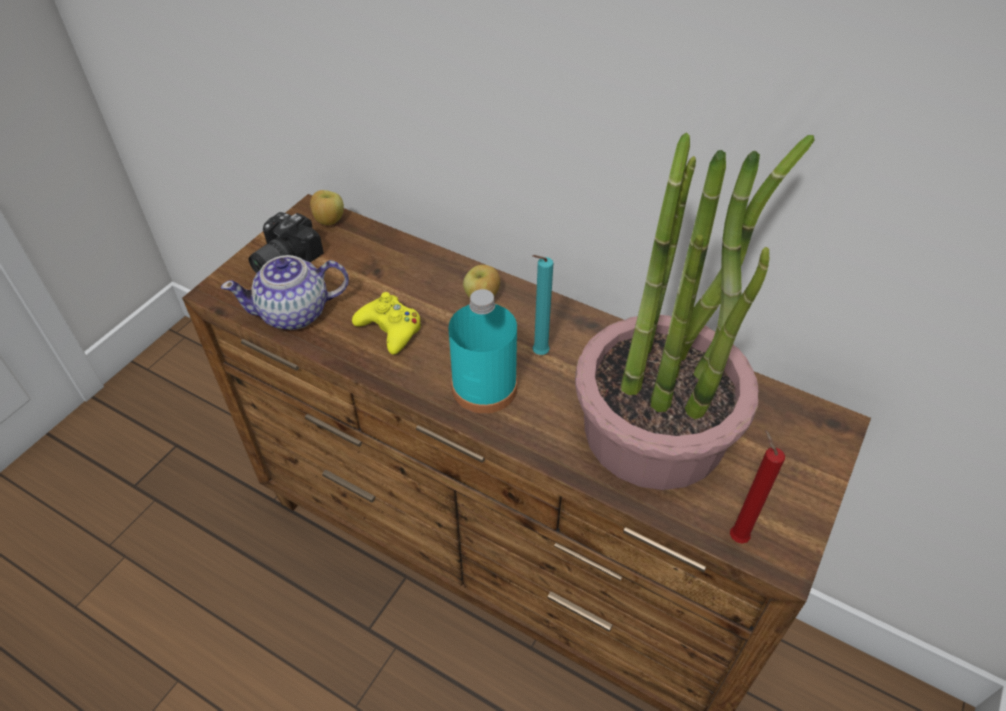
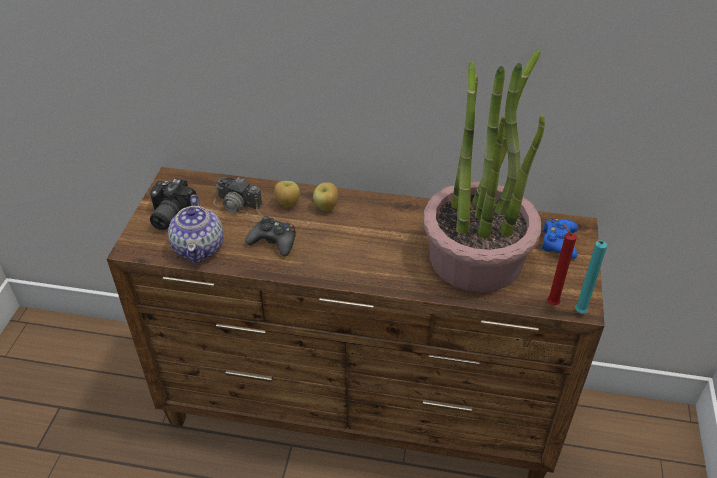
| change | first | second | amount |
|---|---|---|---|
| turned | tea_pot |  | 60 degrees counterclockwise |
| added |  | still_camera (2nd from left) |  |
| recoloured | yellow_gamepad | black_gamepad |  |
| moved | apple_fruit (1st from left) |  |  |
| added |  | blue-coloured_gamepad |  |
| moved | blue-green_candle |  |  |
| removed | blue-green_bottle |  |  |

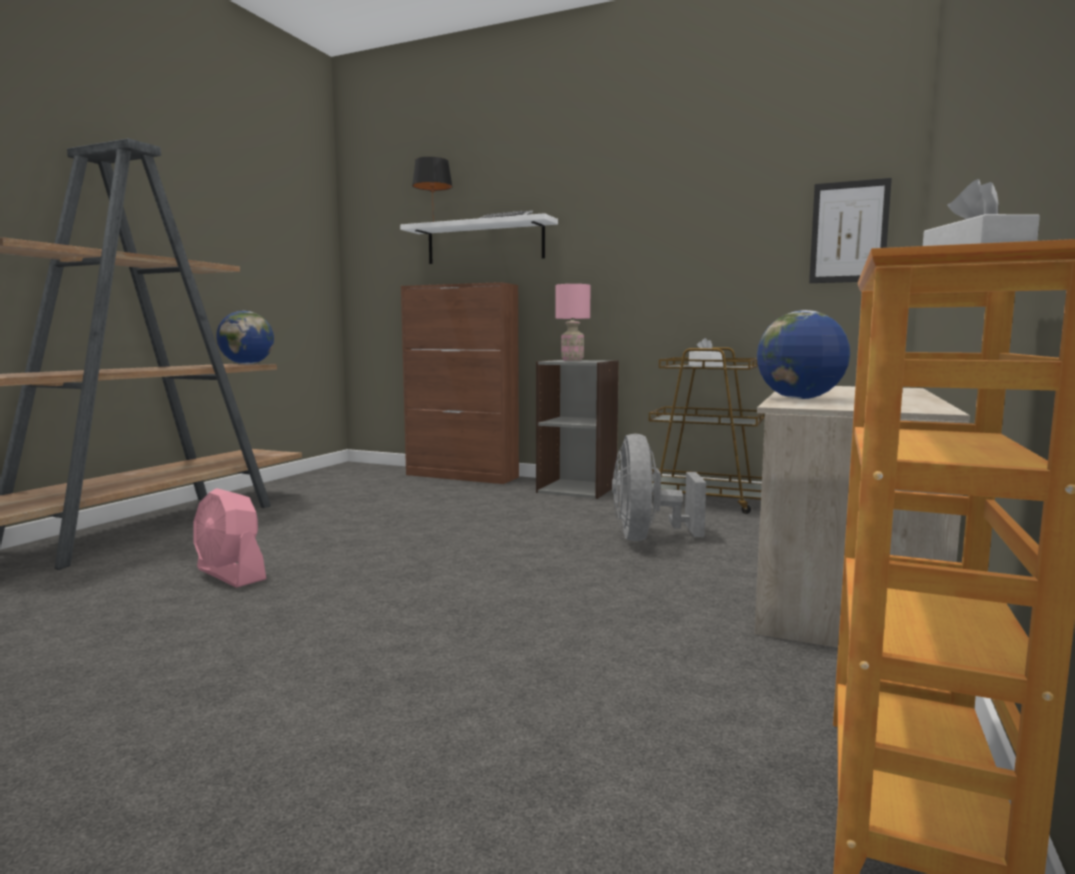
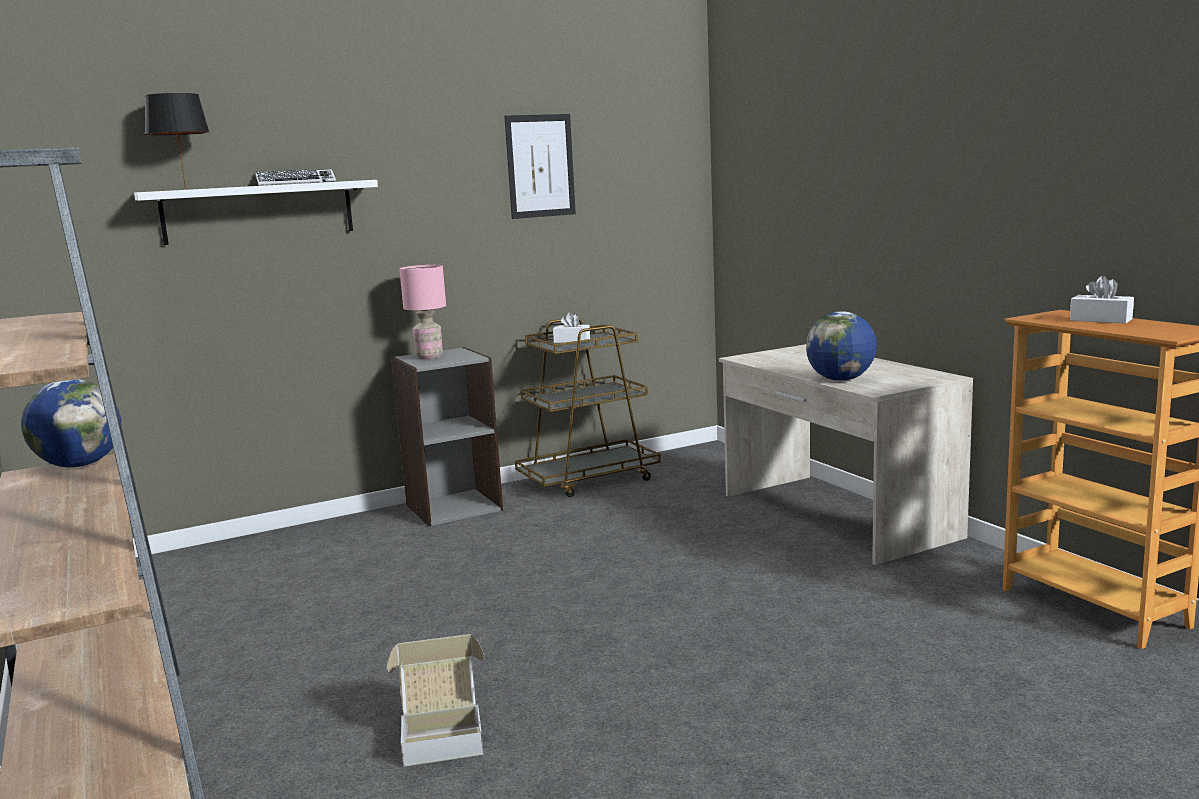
| change | first | second | amount |
|---|---|---|---|
| replaced | pink_cooling_fan | packing_box |  |
| moved | picture |  |  |
| removed | brown_cabinet |  |  |
| removed | gray_cooling_fan |  |  |

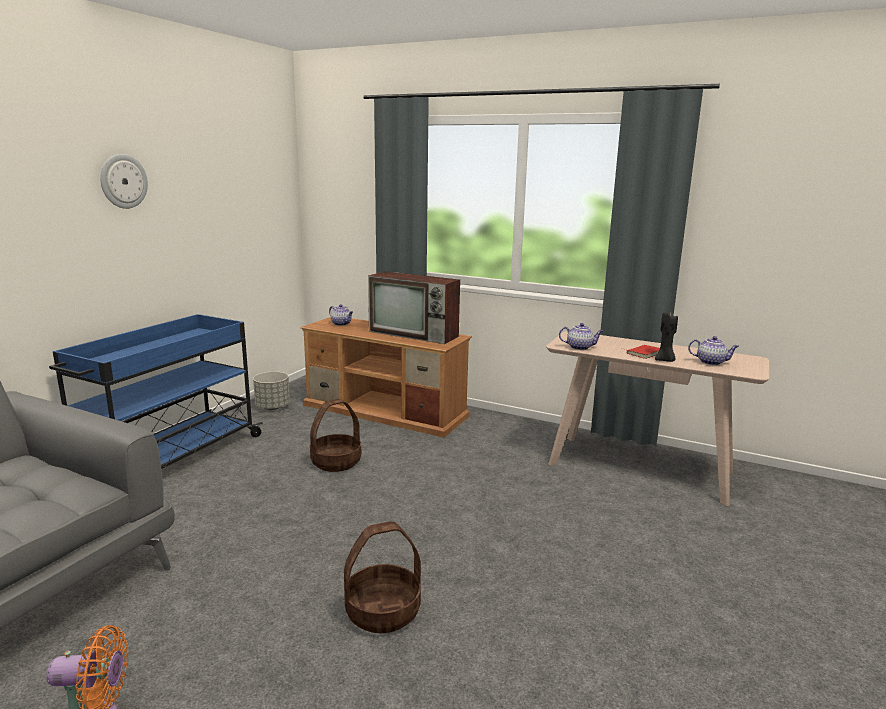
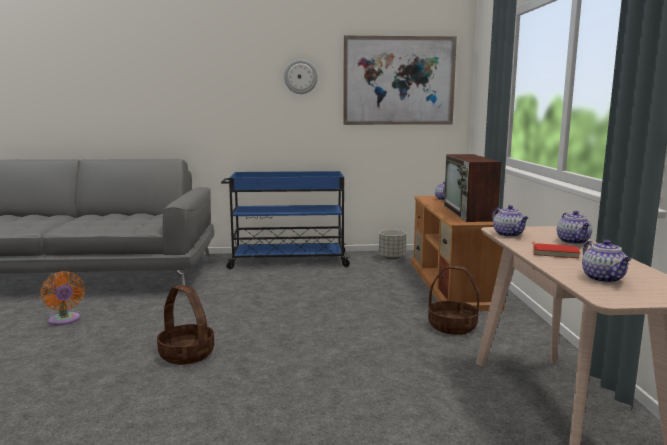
| change | first | second | amount |
|---|---|---|---|
| added |  | picture |  |
| moved | household_basket (1st from left in the first image) | household_basket (2nd from left) |  |
| added |  | tea_pot (3rd from left) |  |
| removed | black_candle |  |  |

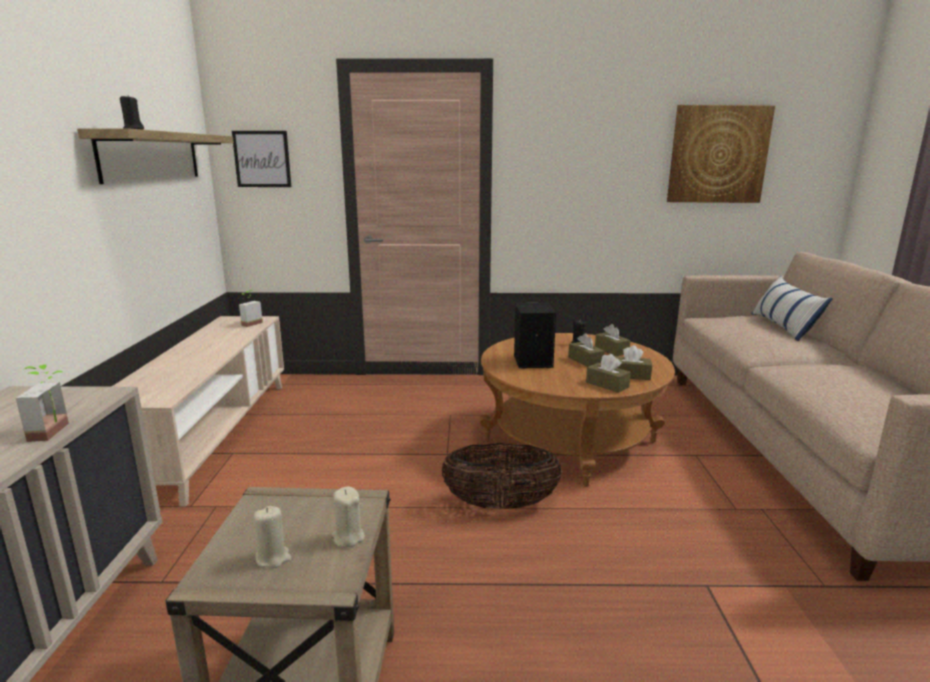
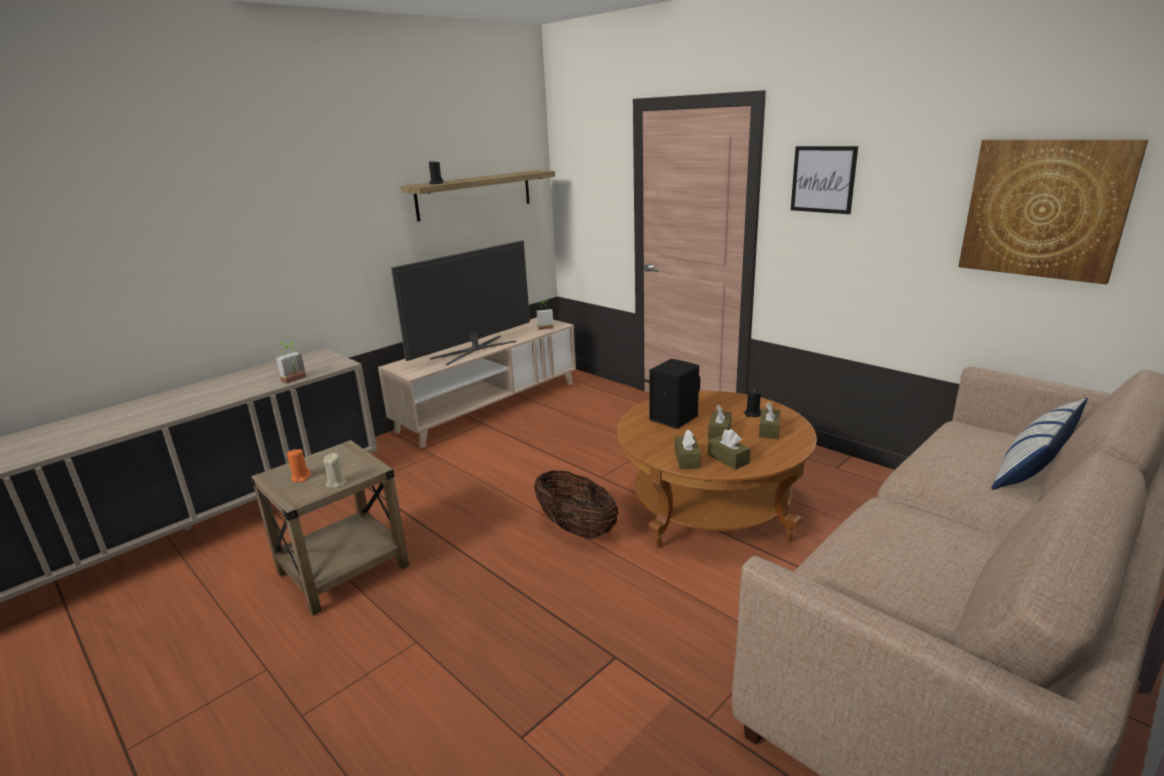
| change | first | second | amount |
|---|---|---|---|
| recoloured | sand-coloured_candle (1st from left) | orange-coloured_candle |  |
| added |  | TV |  |
| moved | picture (1st from left) |  |  |

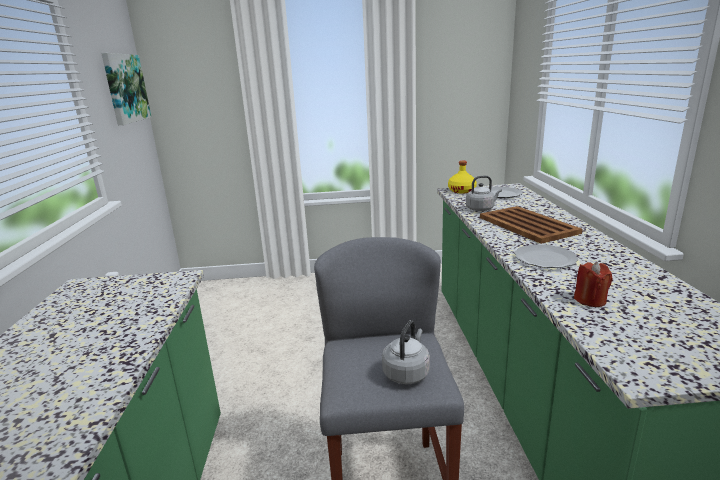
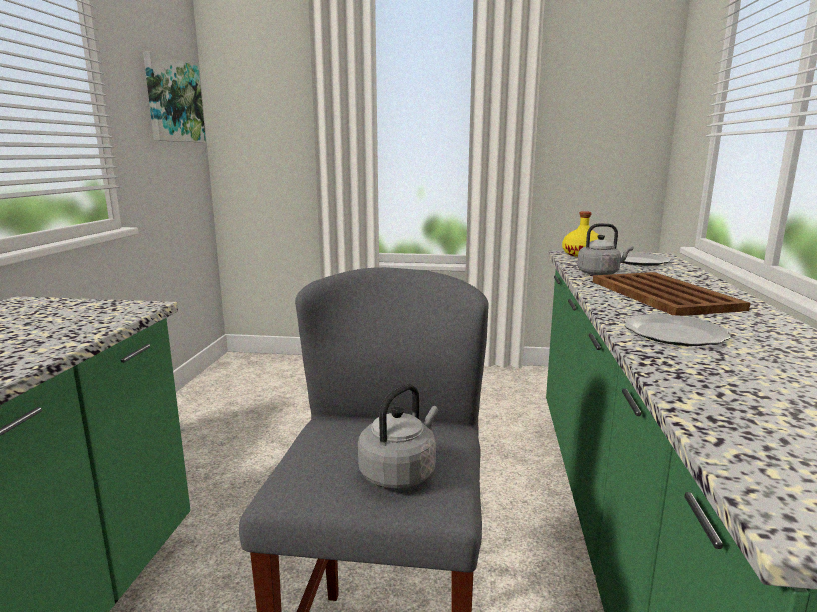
| change | first | second | amount |
|---|---|---|---|
| removed | red-coloured_candle |  |  |

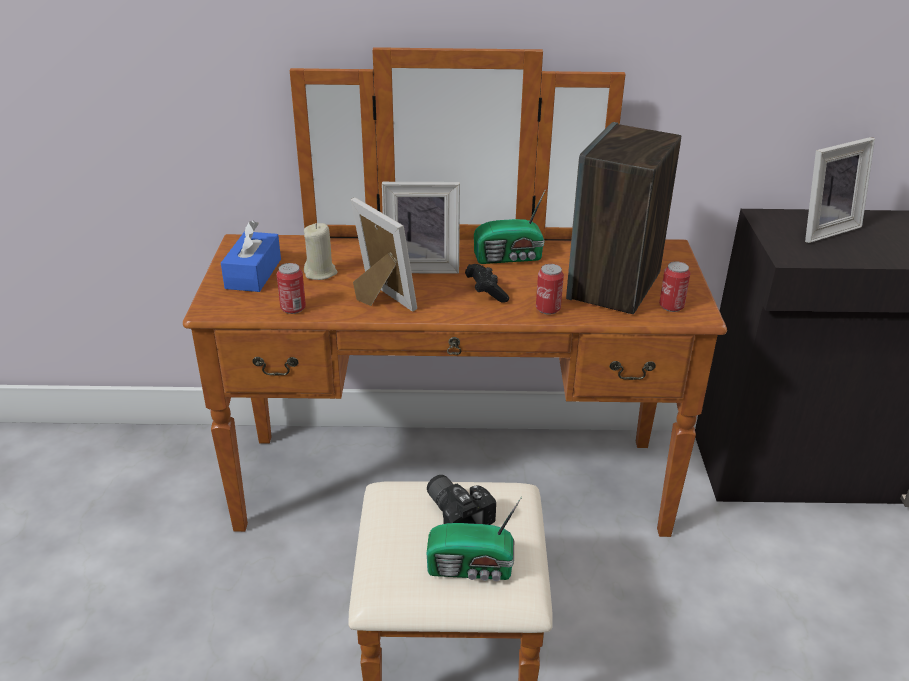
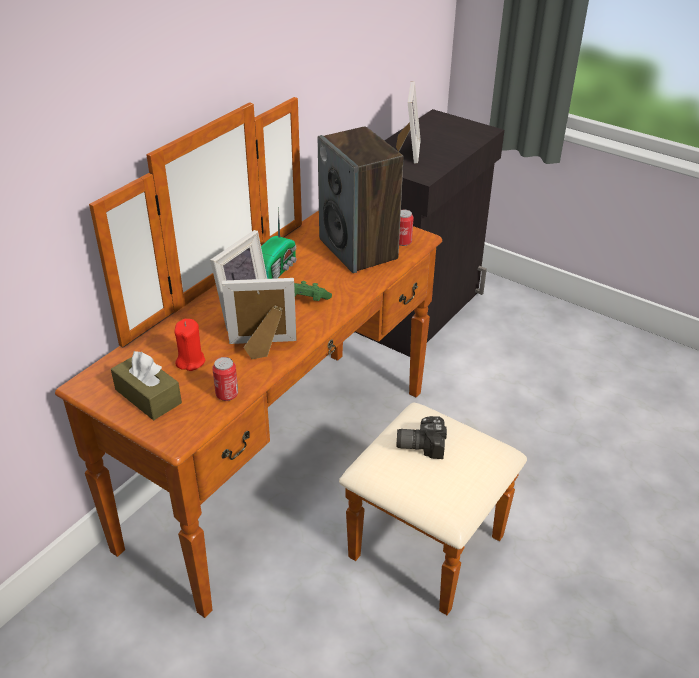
| change | first | second | amount |
|---|---|---|---|
| recoloured | blue-coloured_tissue_holder | brown_tissue_holder |  |
| recoloured | sand-coloured_candle | red-coloured_candle |  |
| recoloured | black_gamepad | greenish_gamepad |  |
| removed | radio_set (1st from left) |  |  |
| removed | metal_can (2nd from left) |  |  |

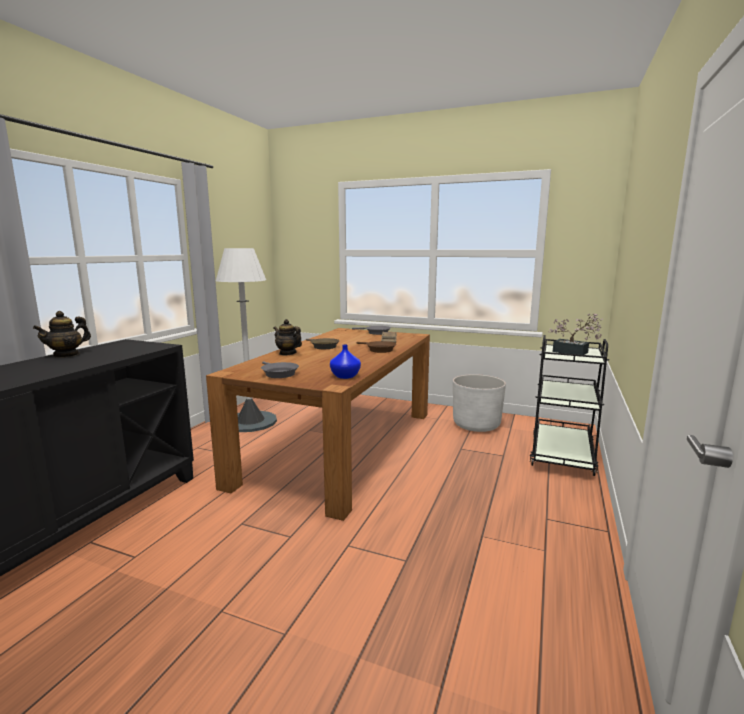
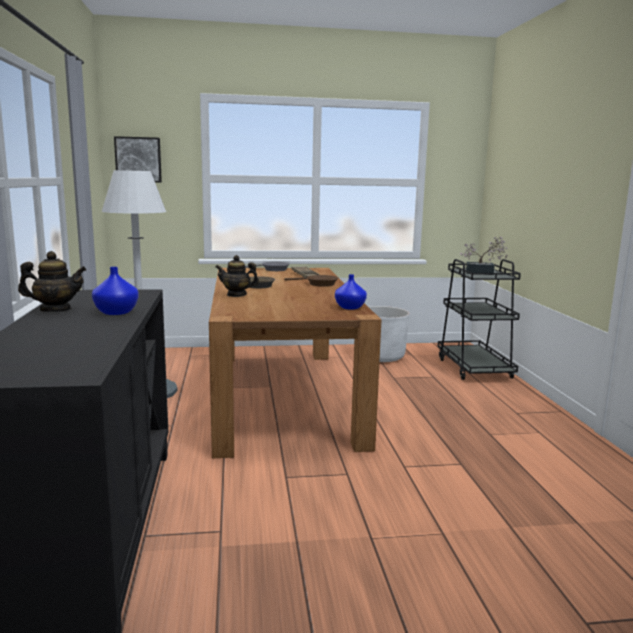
| change | first | second | amount |
|---|---|---|---|
| turned | tea_pot (1st from left) |  | 105 degrees counterclockwise |
| added |  | blue-coloured_decorative_vase (1st from left) |  |
| added |  | picture |  |
| removed | gray_frying_pan (1st from left) |  |  |

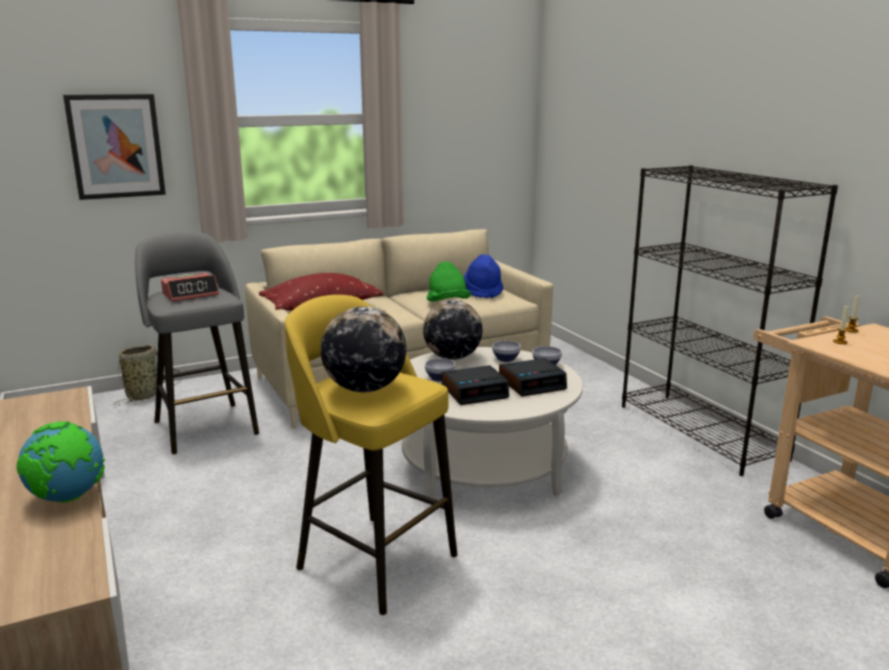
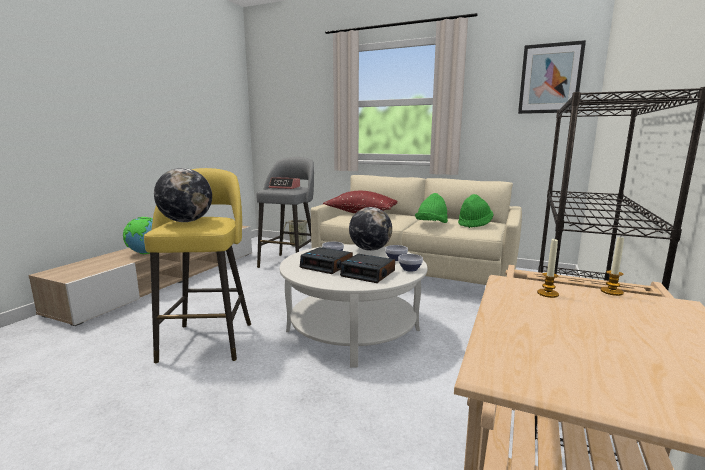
| change | first | second | amount |
|---|---|---|---|
| recoloured | blue-coloured_hat | greenish_hat (2nd from left) |  |
| moved | picture |  |  |

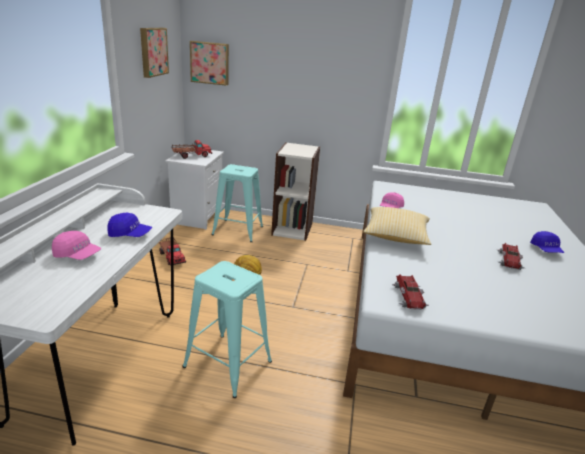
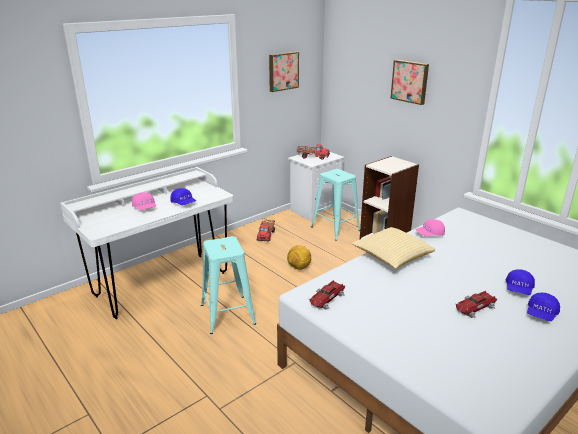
| change | first | second | amount |
|---|---|---|---|
| moved | picture (2nd from left) |  |  |
| added |  | blue-coloured_peaked_cap (2nd from left) |  |

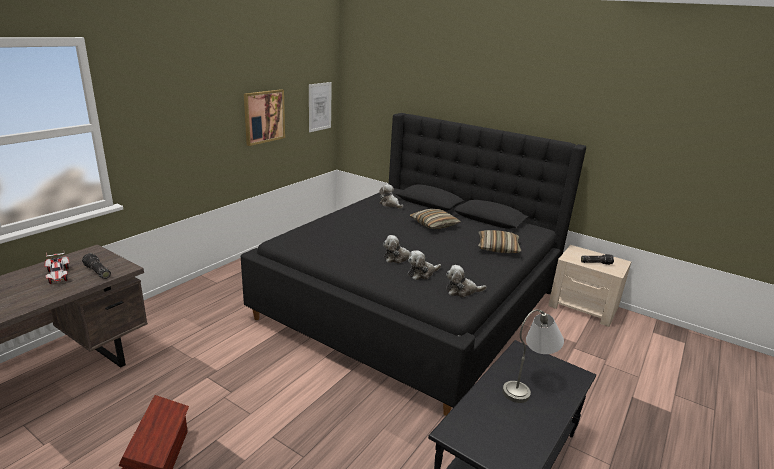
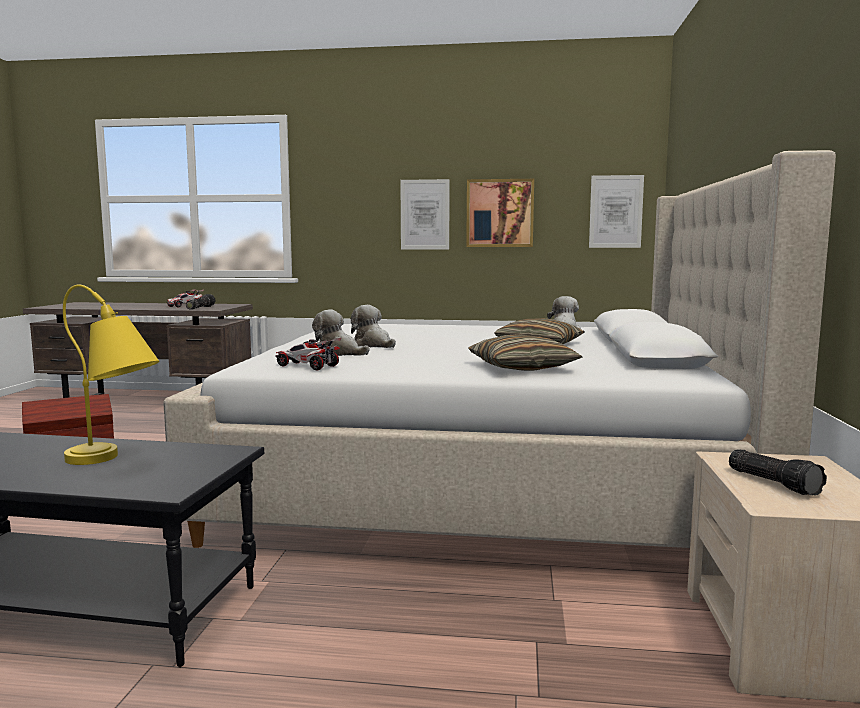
| change | first | second | amount |
|---|---|---|---|
| recoloured | gray_lamp_for_a_table | yellow_lamp_for_a_table |  |
| recoloured | black_bedroom_bed | sand-coloured_bedroom_bed |  |
| replaced | cuddly_toy (4th from left) | miniature_car (2nd from left) |  |
| added |  | picture (1st from left) |  |

